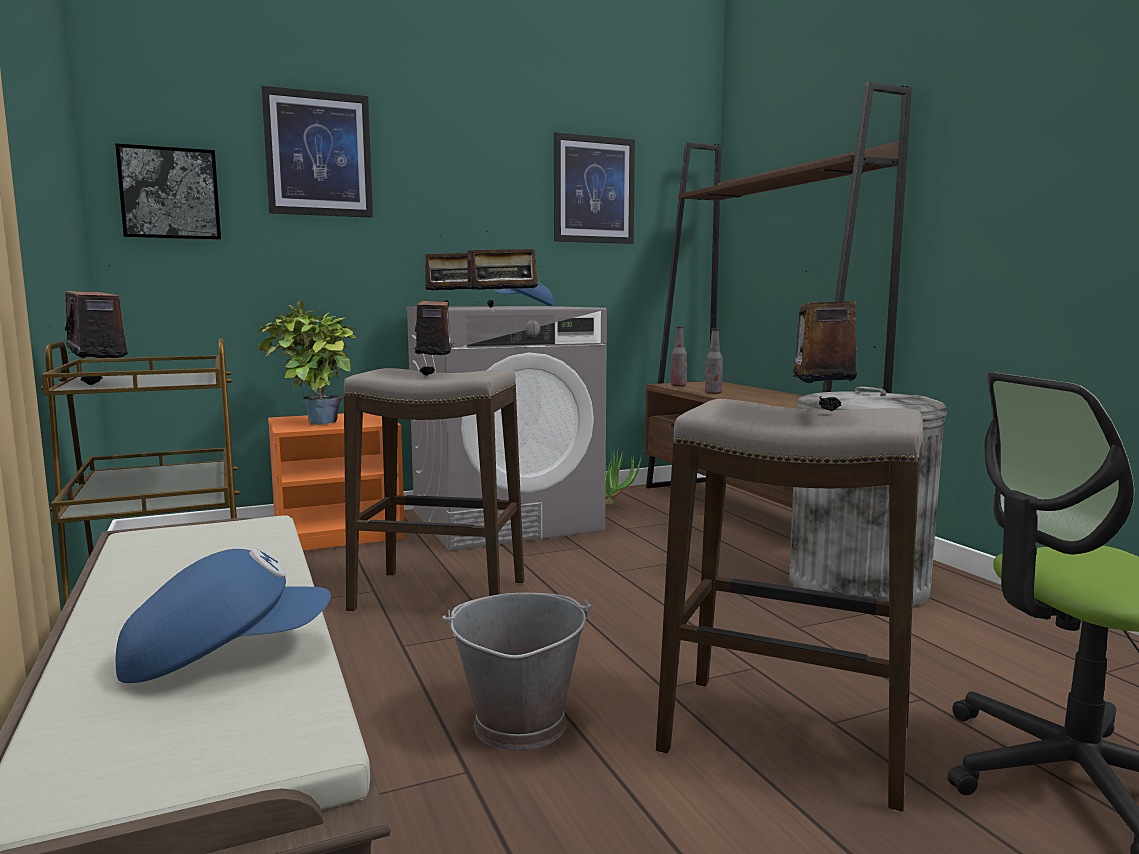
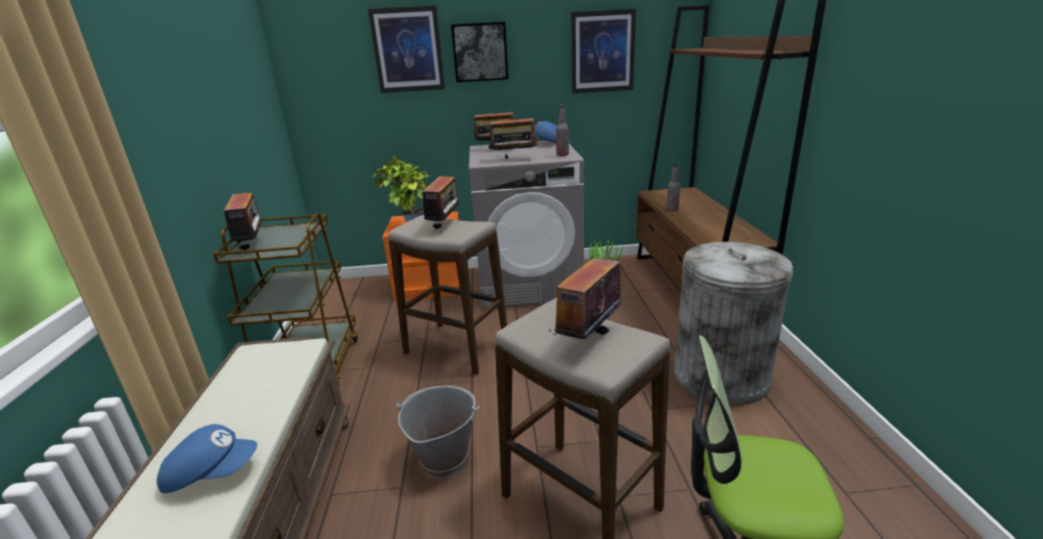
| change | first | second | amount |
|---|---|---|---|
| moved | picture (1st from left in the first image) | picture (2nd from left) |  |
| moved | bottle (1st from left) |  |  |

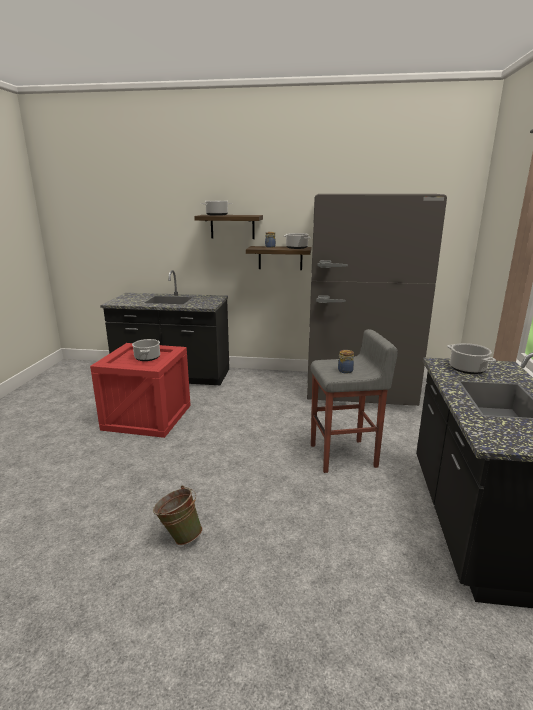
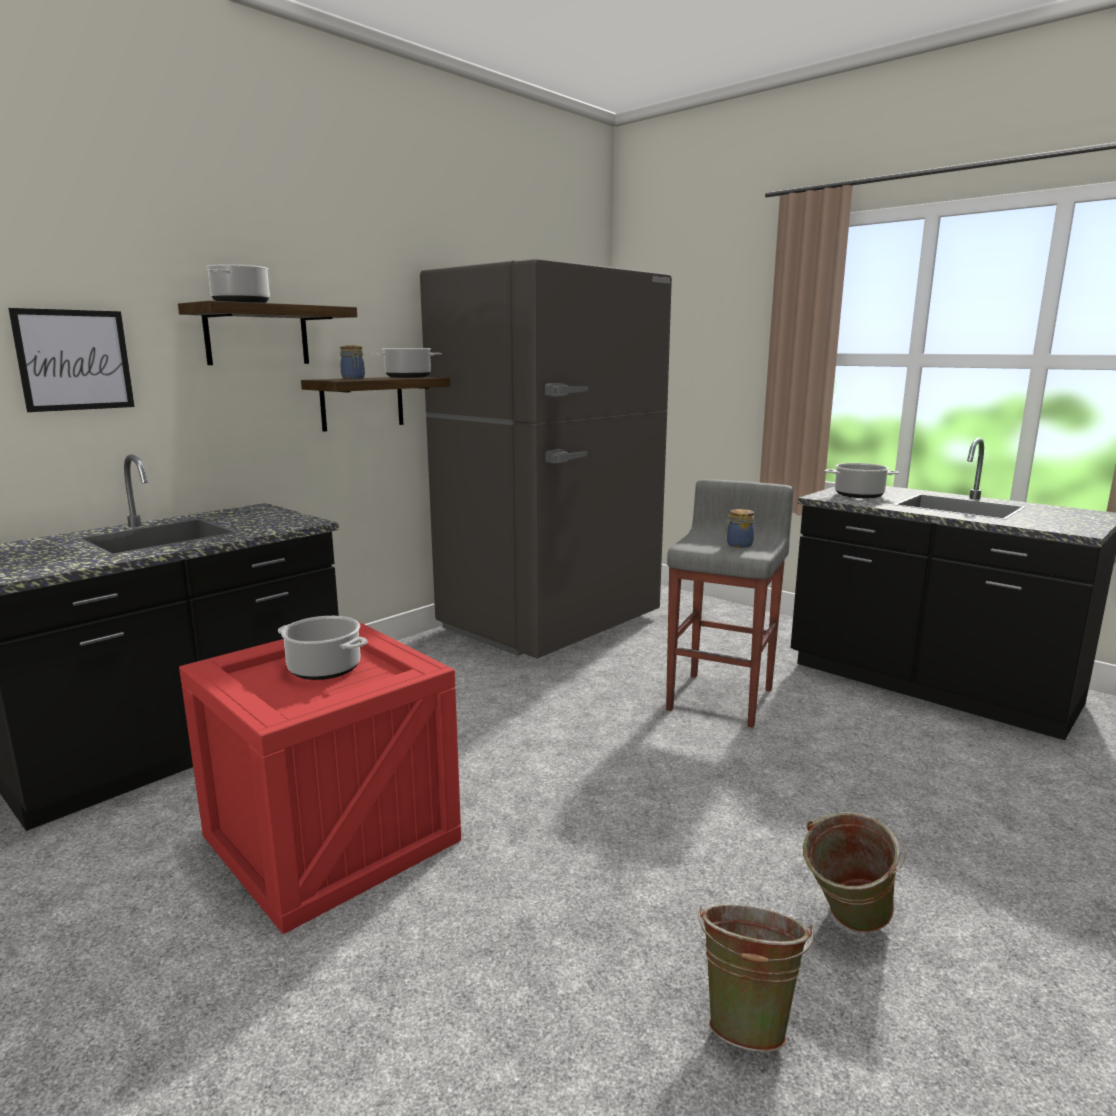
| change | first | second | amount |
|---|---|---|---|
| added |  | picture |  |
| added |  | greenish_water_bucket (1st from left) |  |

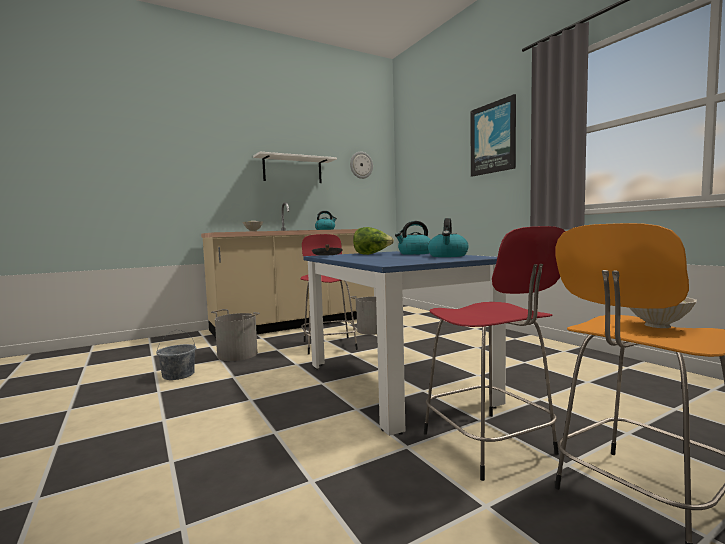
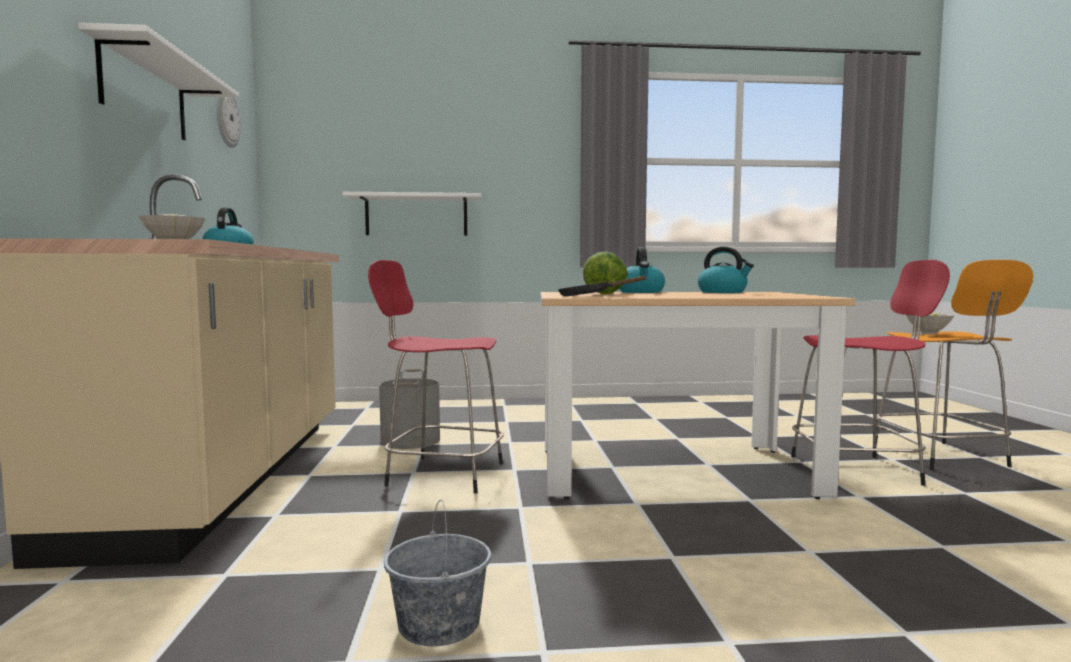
| change | first | second | amount |
|---|---|---|---|
| added |  | white-coloured_wall_shelf (2nd from left) |  |
| recoloured | blue-coloured_kitchen_table | sand-coloured_kitchen_table |  |
| removed | gray_water_bucket (2nd from left) |  |  |
| removed | picture |  |  |

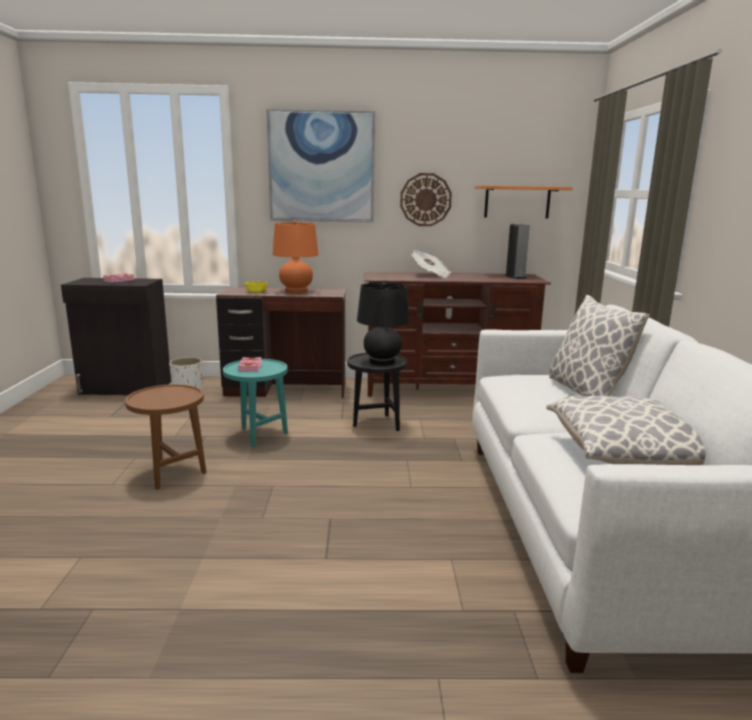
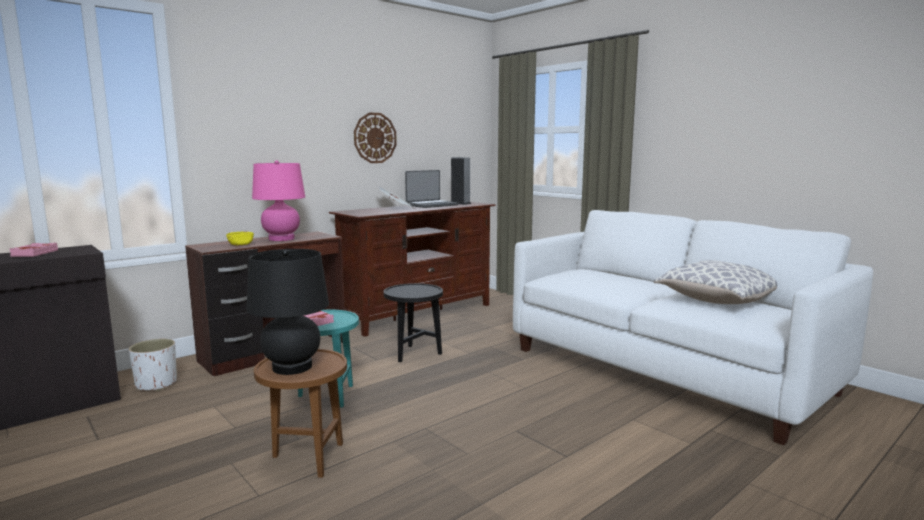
| change | first | second | amount |
|---|---|---|---|
| moved | black_lamp_for_a_table |  |  |
| recoloured | orange-coloured_lamp_for_a_table | pink_lamp_for_a_table |  |
| added |  | portable_computer |  |
| removed | picture |  |  |
| removed | orange-coloured_wall_shelf |  |  |
| removed | pillow (1st from left) |  |  |

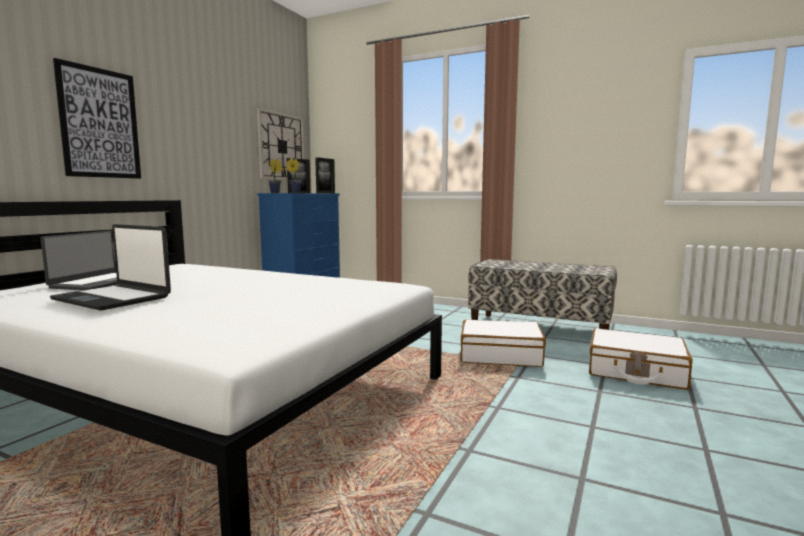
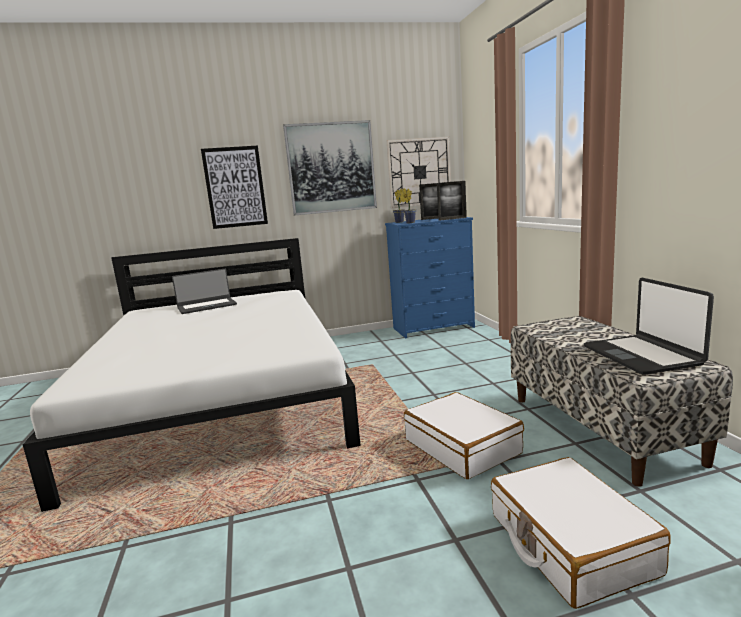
| change | first | second | amount |
|---|---|---|---|
| added |  | picture (2nd from left) |  |
| moved | portable_computer (2nd from left) |  |  |

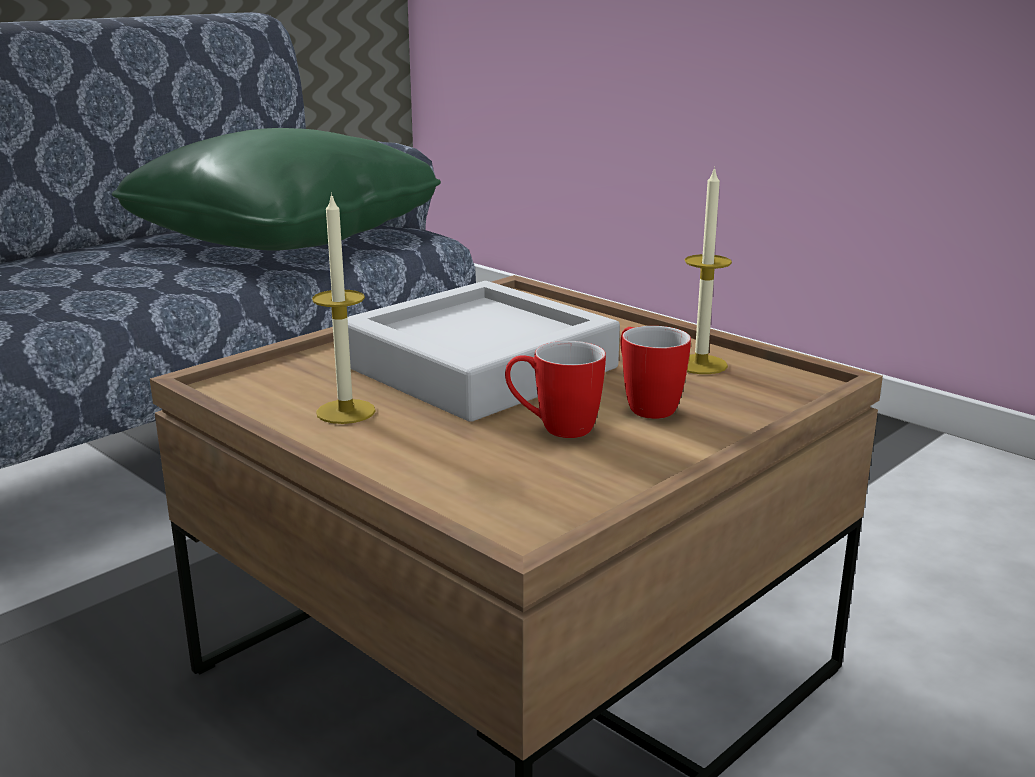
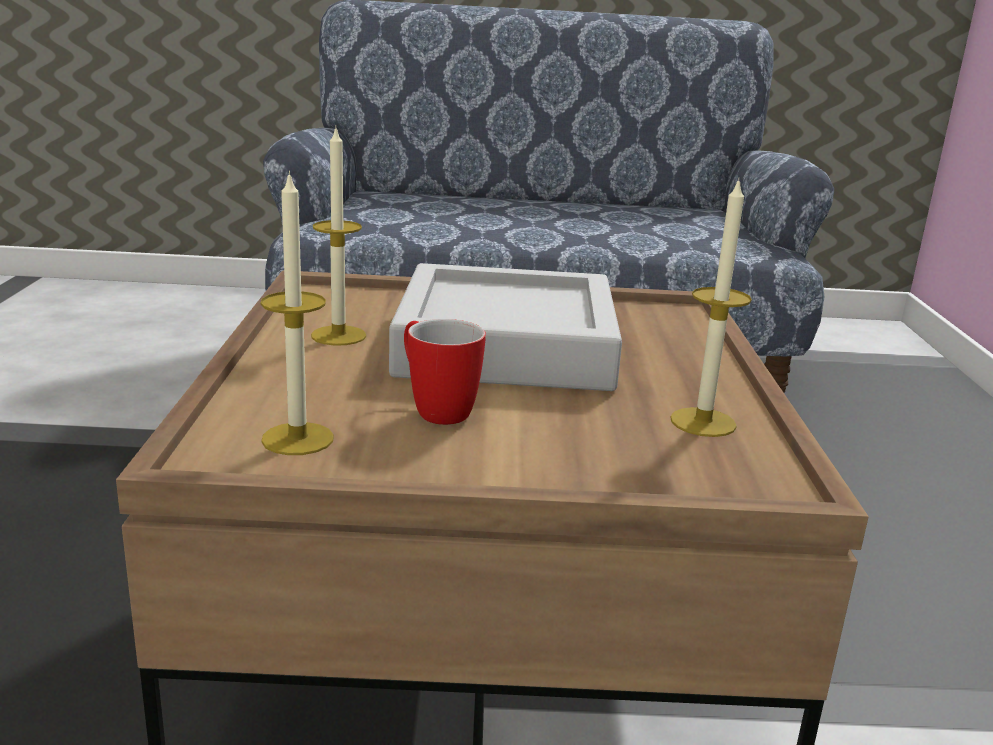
| change | first | second | amount |
|---|---|---|---|
| added |  | candle (1st from left) |  |
| removed | greenish_pillow |  |  |
| removed | tea_mug (2nd from left) |  |  |

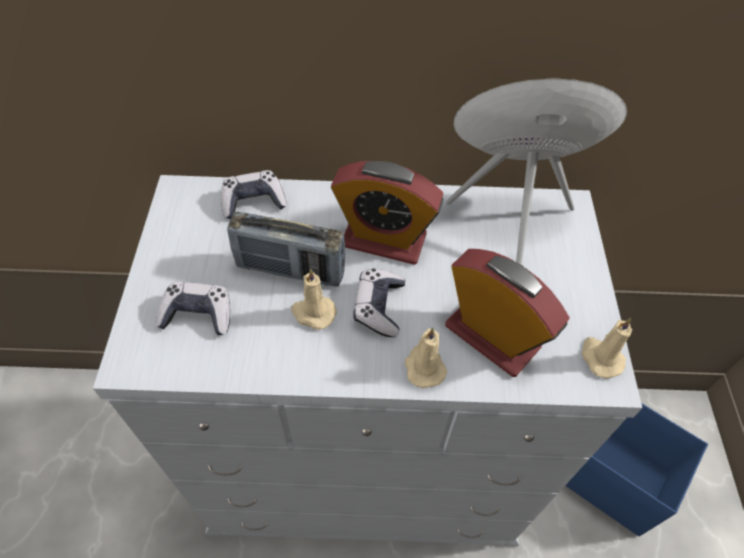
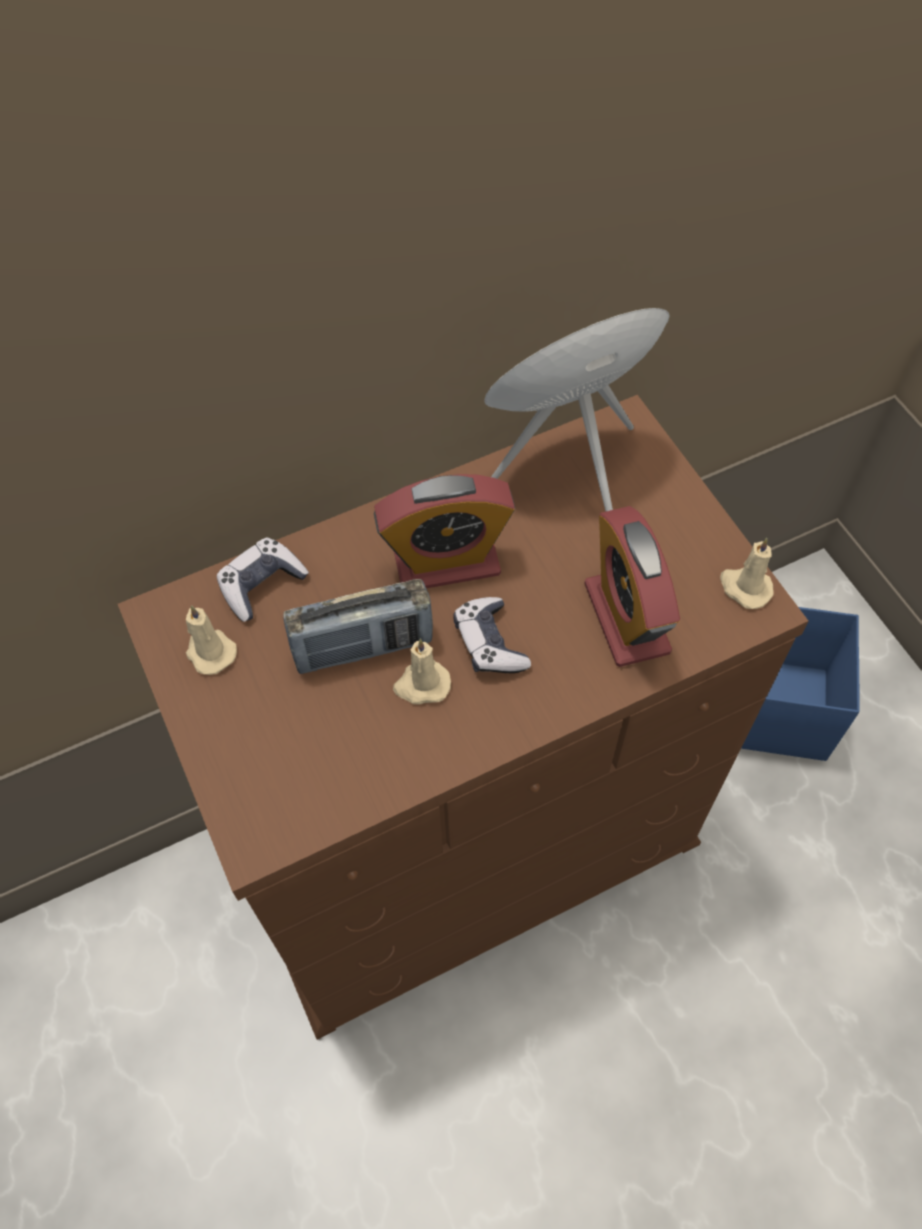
| change | first | second | amount |
|---|---|---|---|
| recoloured | white-coloured_chest_of_drawers | brown_chest_of_drawers |  |
| moved | sand-coloured_candle (2nd from left in the first image) | sand-coloured_candle (1st from left) |  |
| turned | bedside_clock (2nd from left) |  | 120 degrees counterclockwise |
| removed | gamepad (1st from left) |  |  |

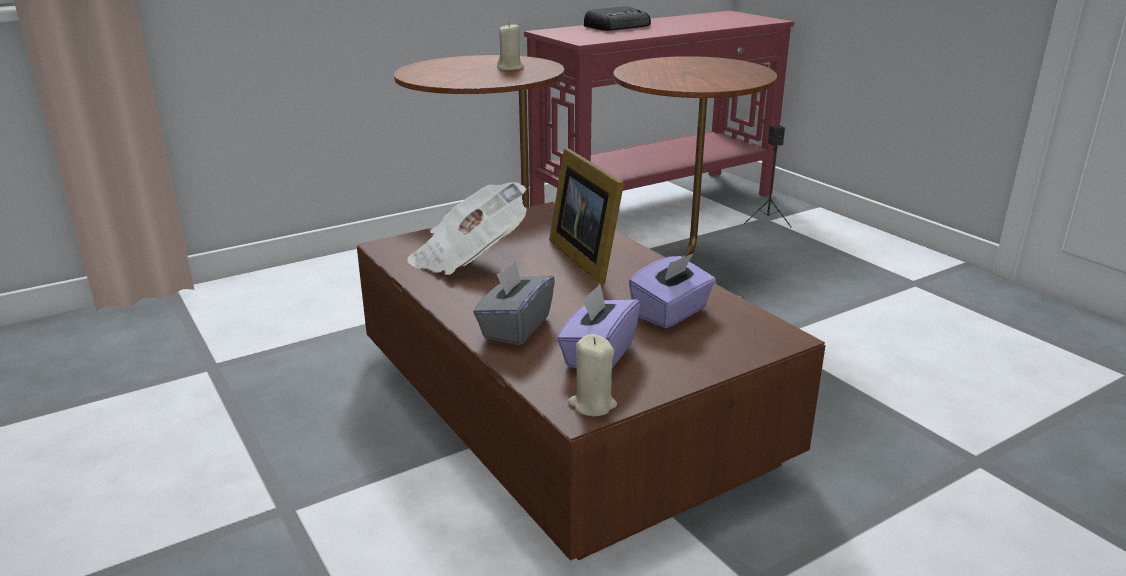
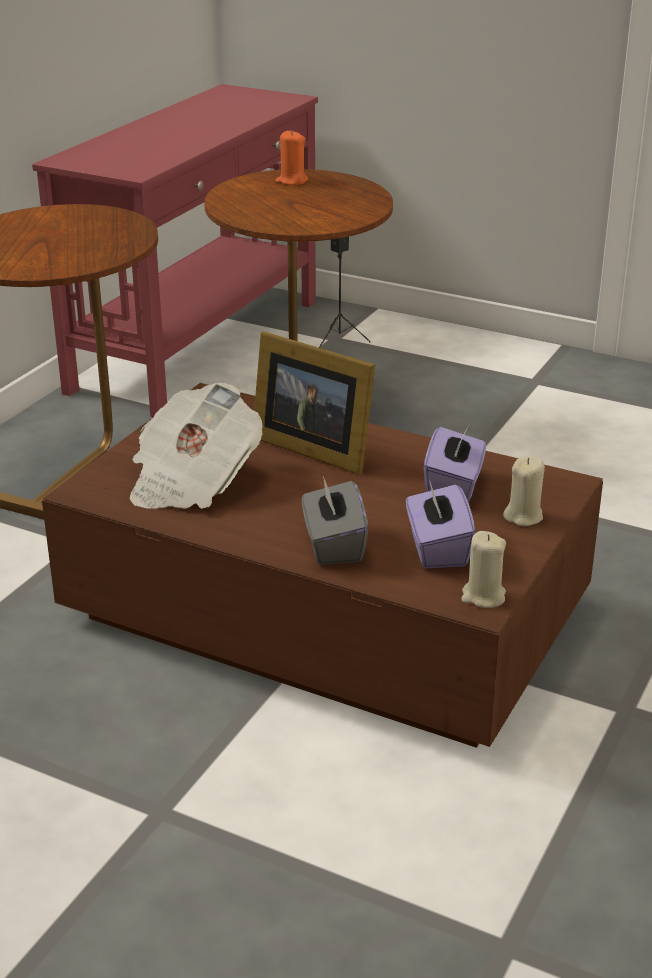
| change | first | second | amount |
|---|---|---|---|
| added |  | orange-coloured_candle |  |
| moved | sand-coloured_candle (1st from left in the first image) | sand-coloured_candle (2nd from left) |  |
| removed | radio_set |  |  |

